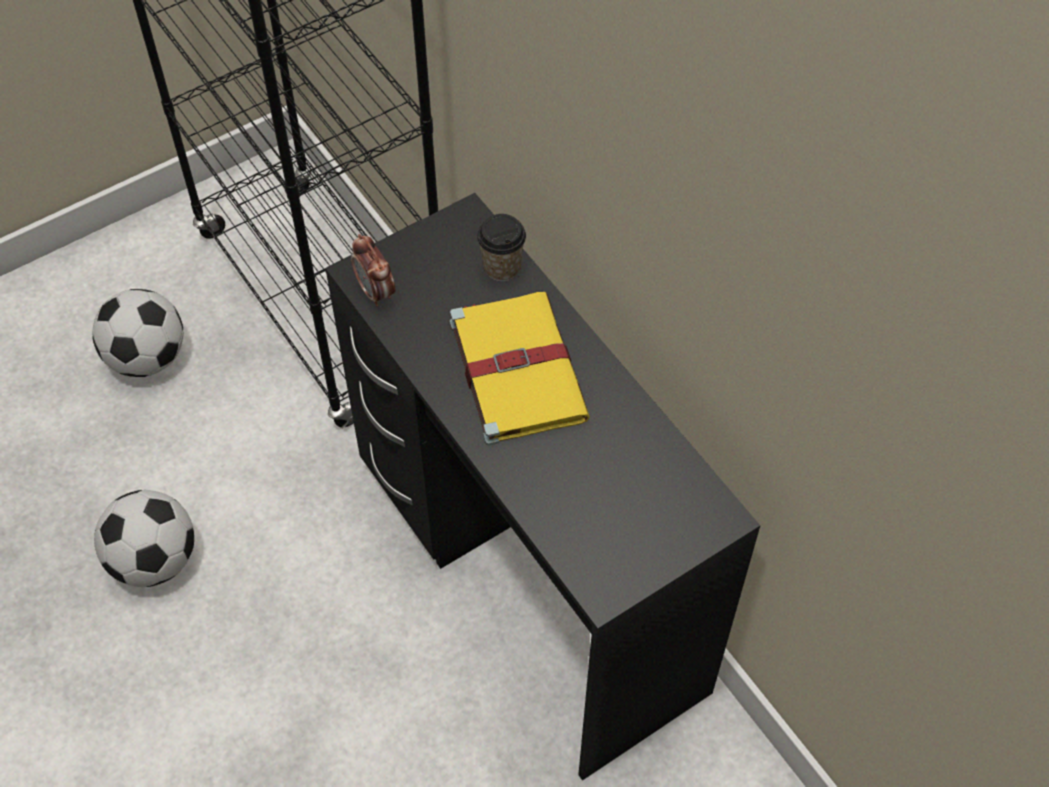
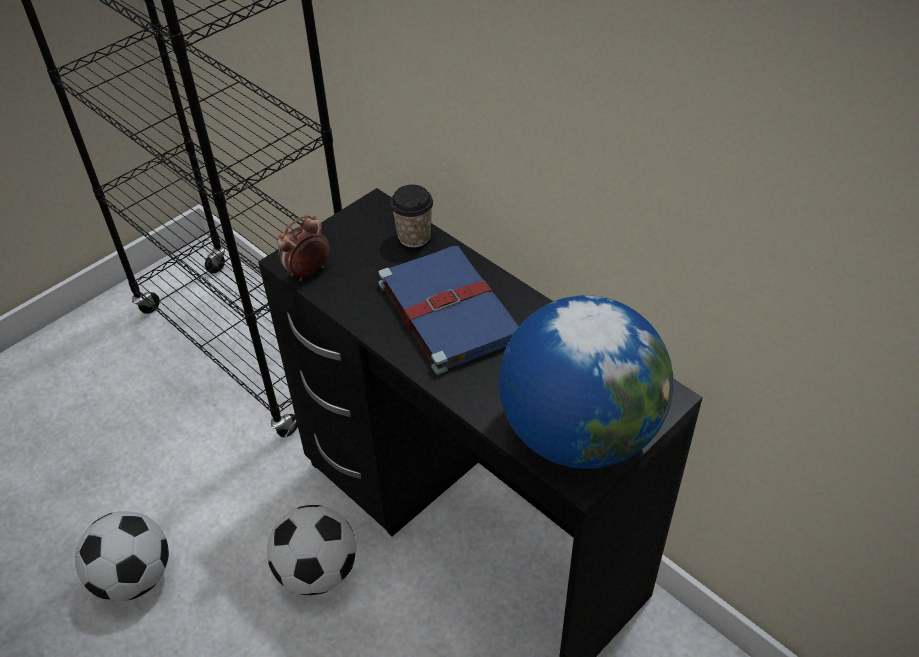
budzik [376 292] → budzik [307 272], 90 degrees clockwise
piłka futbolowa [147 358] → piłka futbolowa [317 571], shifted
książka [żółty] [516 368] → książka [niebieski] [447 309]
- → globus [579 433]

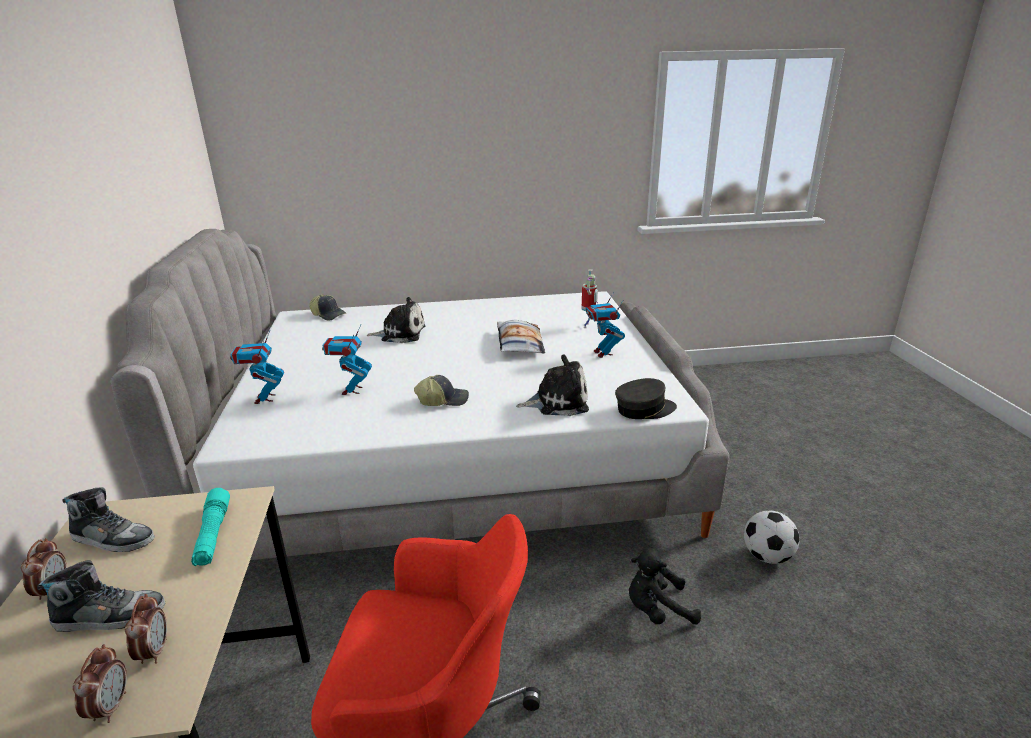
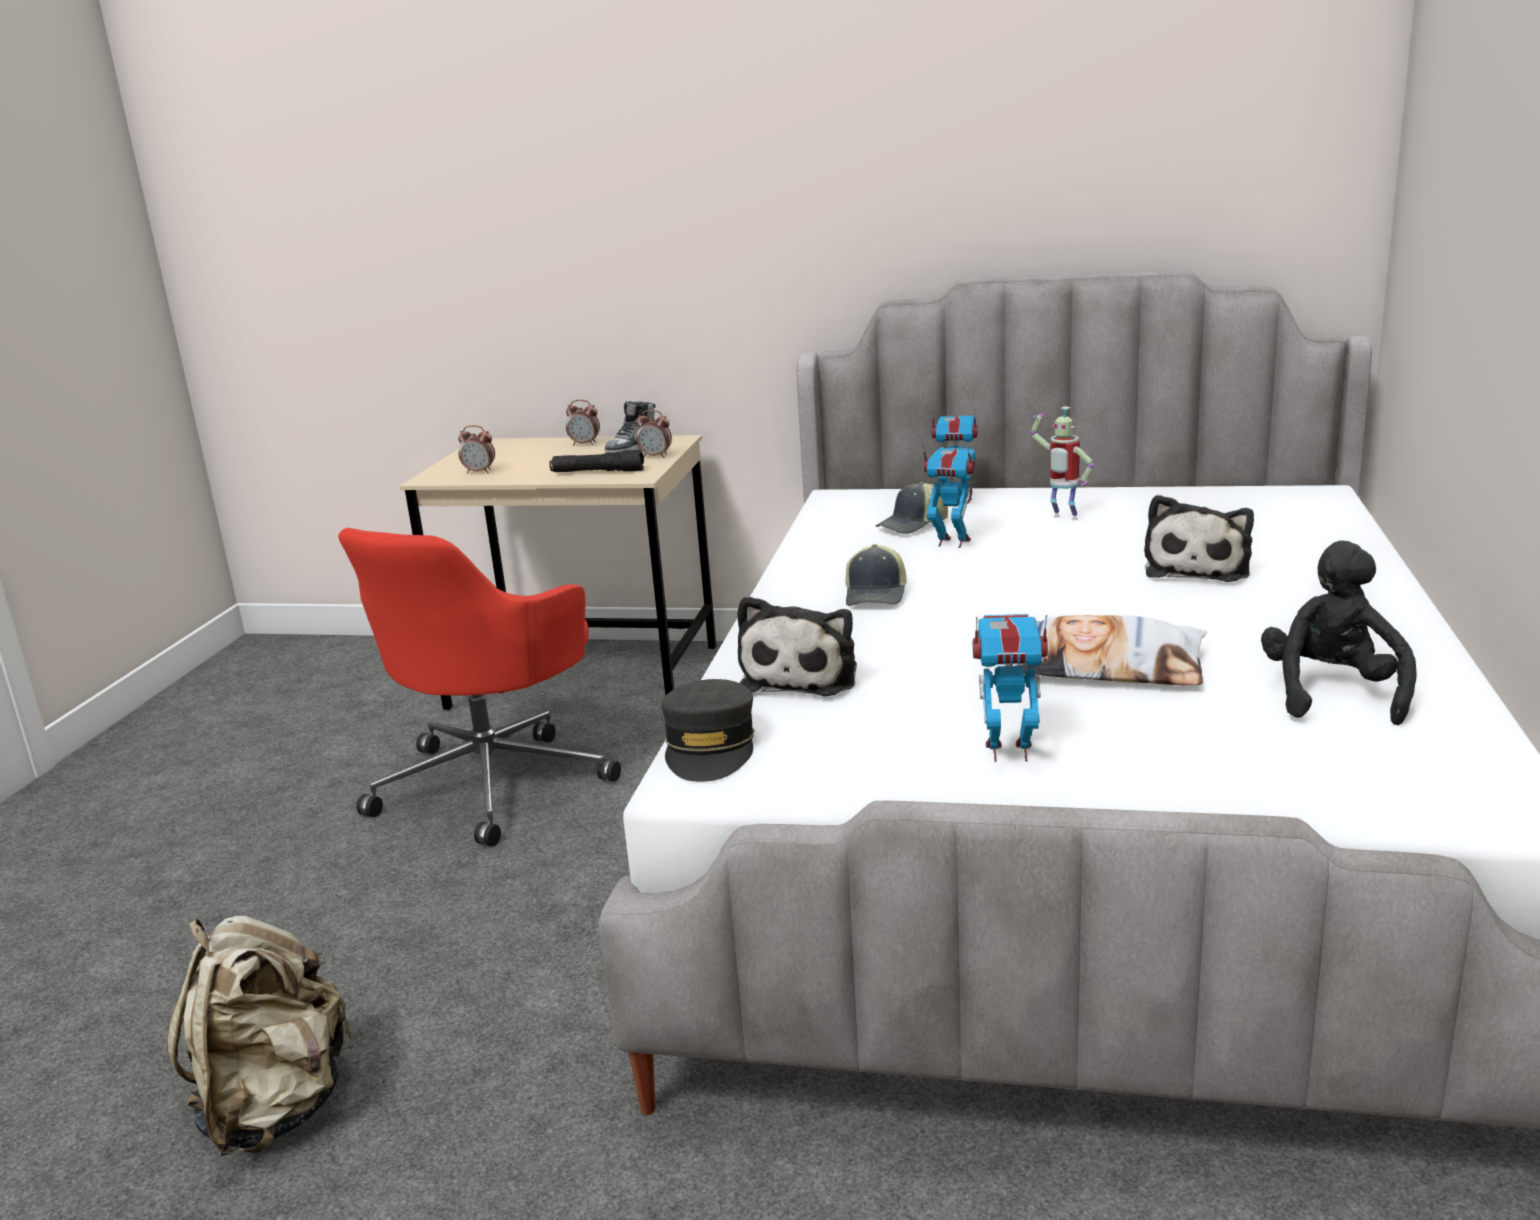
robot zabawkowy [588 326] → robot zabawkowy [1063 518], shifted
czapka z daszkiem [328 315] → czapka z daszkiem [914 526], shifted
latarka [turkusowy] [213 535] → latarka [czarny] [597 472]
piłka futbolowa [767 556] → -
pluszak [czarny] [657 610] → pluszak [czarny] [1332 694], shifted
but [110 616] → -
budzik [110 707] → budzik [656 456], shifted
- → plecak [beżowy] [276 1106]

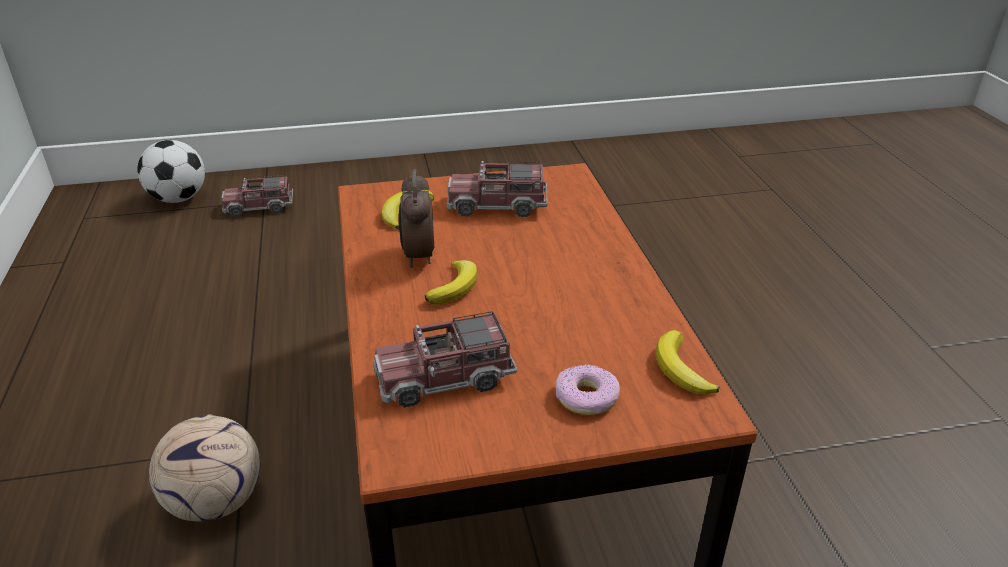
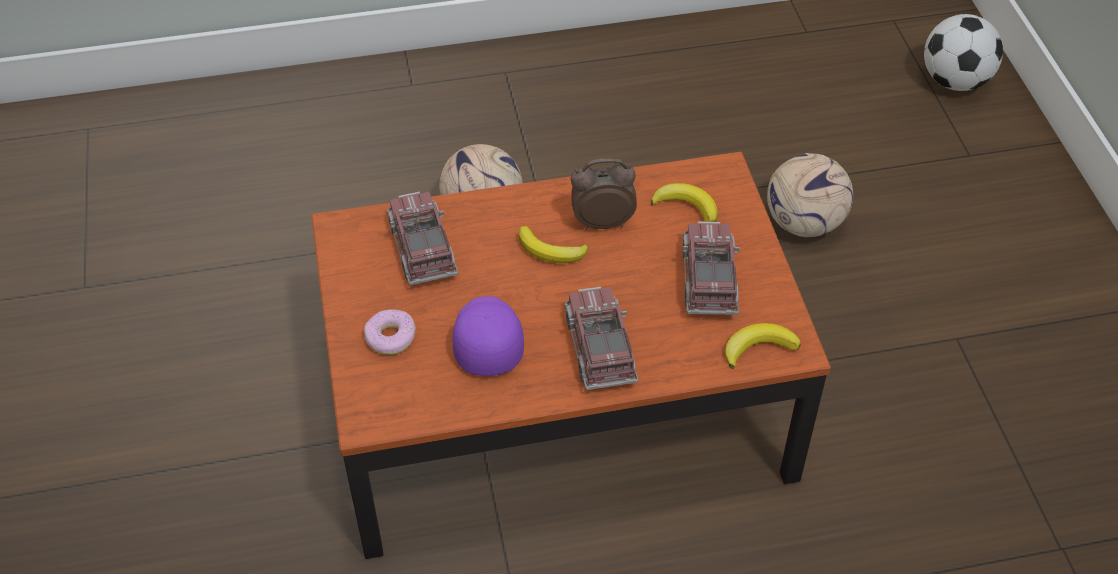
ciężarówka zabawkowa [259 207] → ciężarówka zabawkowa [600 349], shifted
banan [681 369] → banan [758 347], shifted
- → piłka futbolowa [802 223]
- → czapka z daszkiem [fioletowy] [486 340]

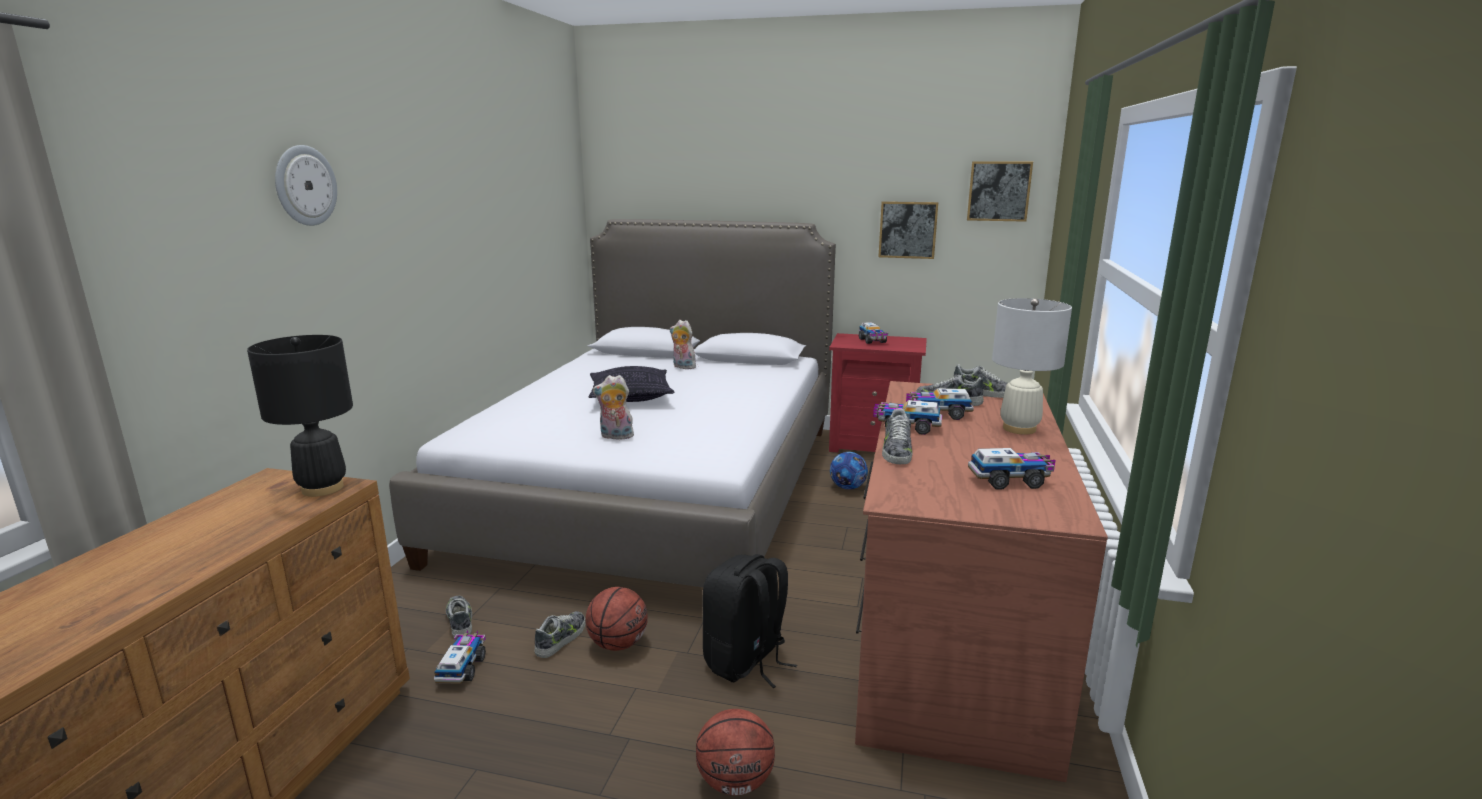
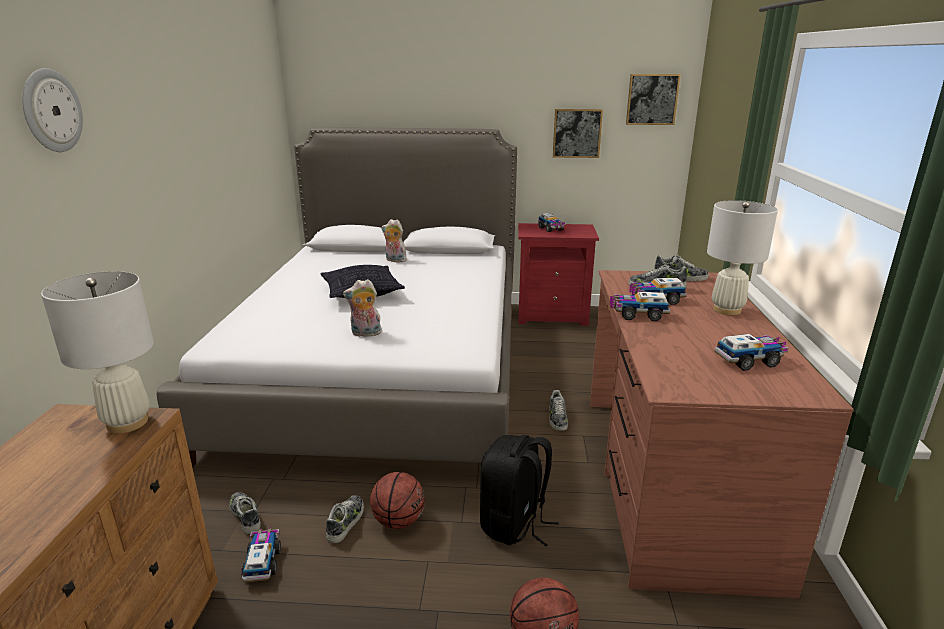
lampa stołowa [czarny] [322 488] → lampa stołowa [biały] [127 423]
but [896 450] → but [557 418], shifted
piłka futbolowa [847 487] → -

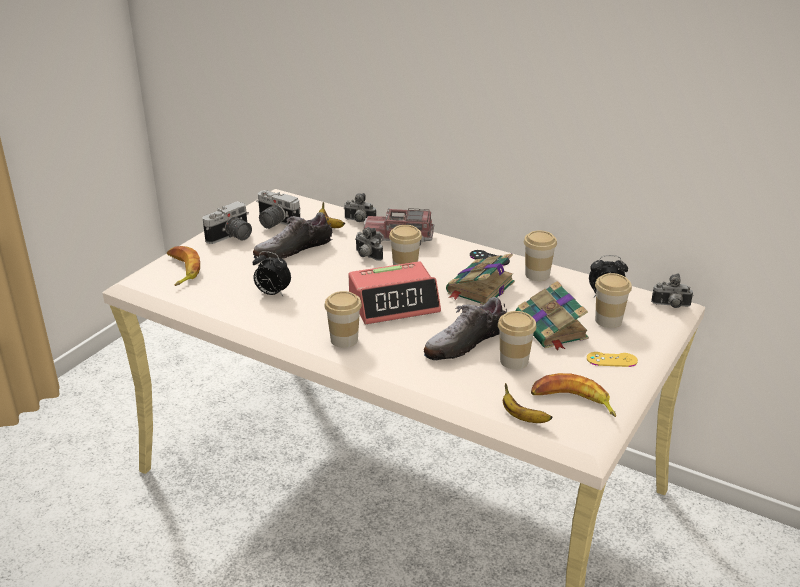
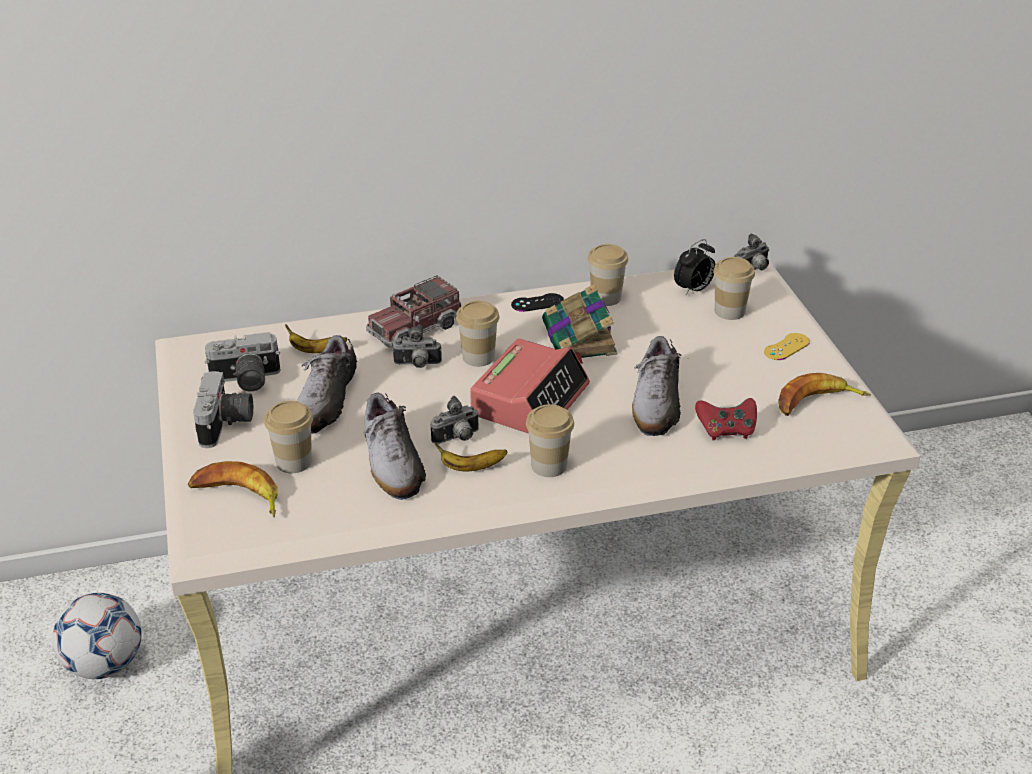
aparat fotograficzny [359 221] → aparat fotograficzny [457 438], shifted
budzik [272 293] → but [392 462]
książka [551 329] → -
filiżanka [514 361] → filiżanka [294 462], shifted
banan [522 417] → banan [471 467], shifted
- → pad do gier [czerwony] [726 430]
- → piłka futbolowa [105 664]

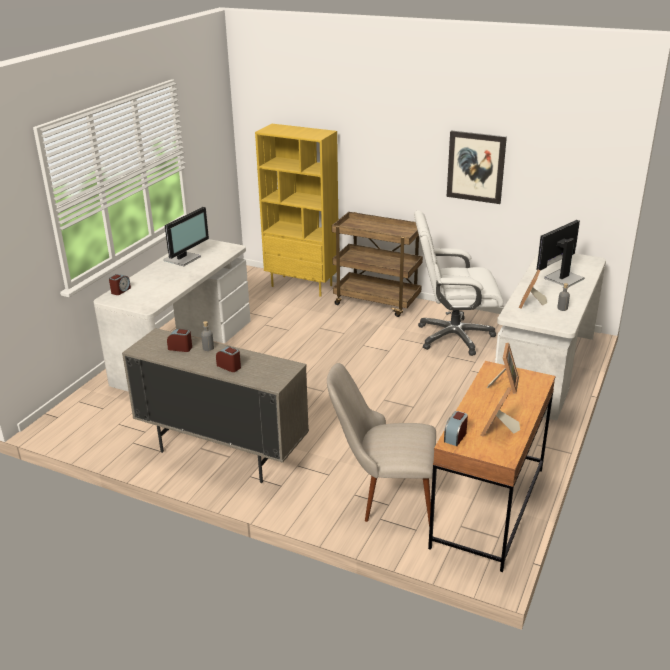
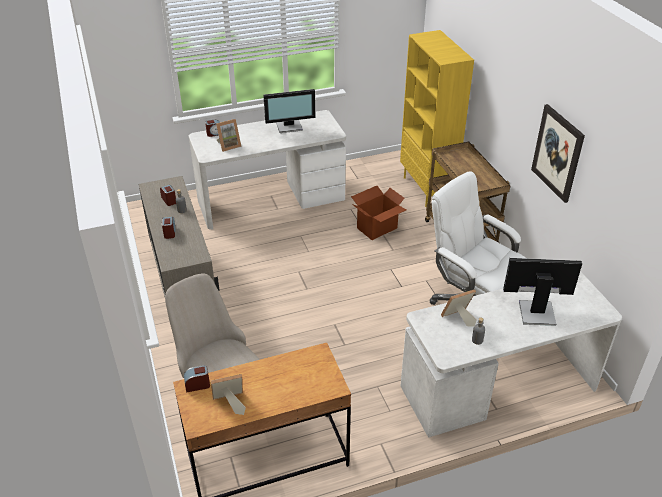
ramka na zdjęcie [504 384] → ramka na zdjęcie [228 145], shifted
- → karton [377 228]

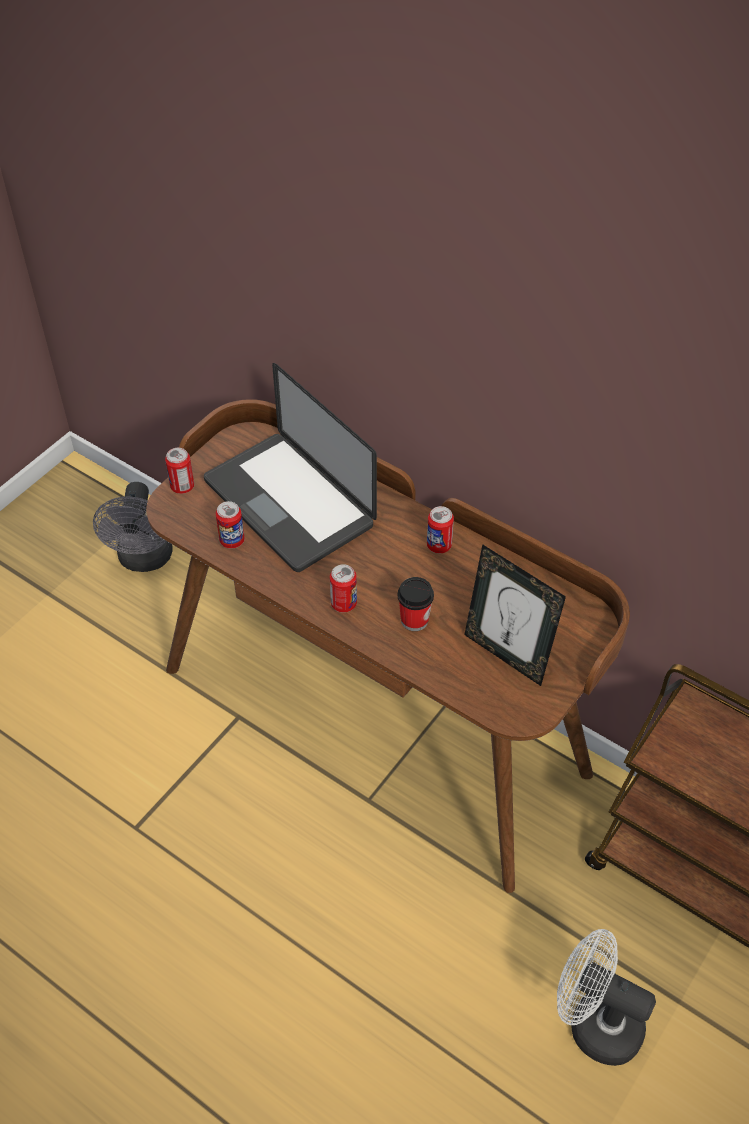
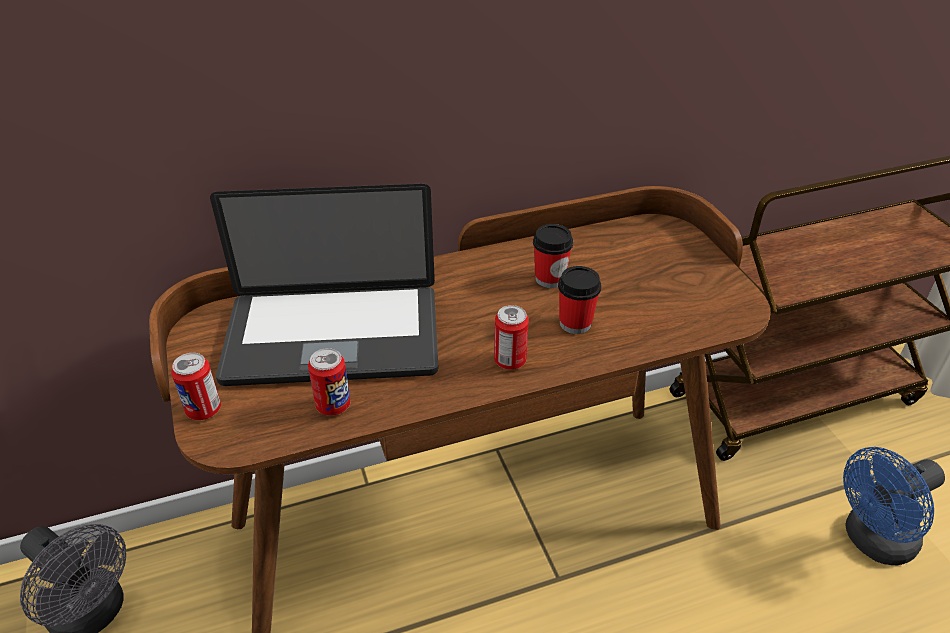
puszka [439 545] → -
ramka na zdjęcie [506 655] → -
wentylator [biały] [594 1022] → wentylator [niebieski] [872 541]
- → filiżanka [550 279]

